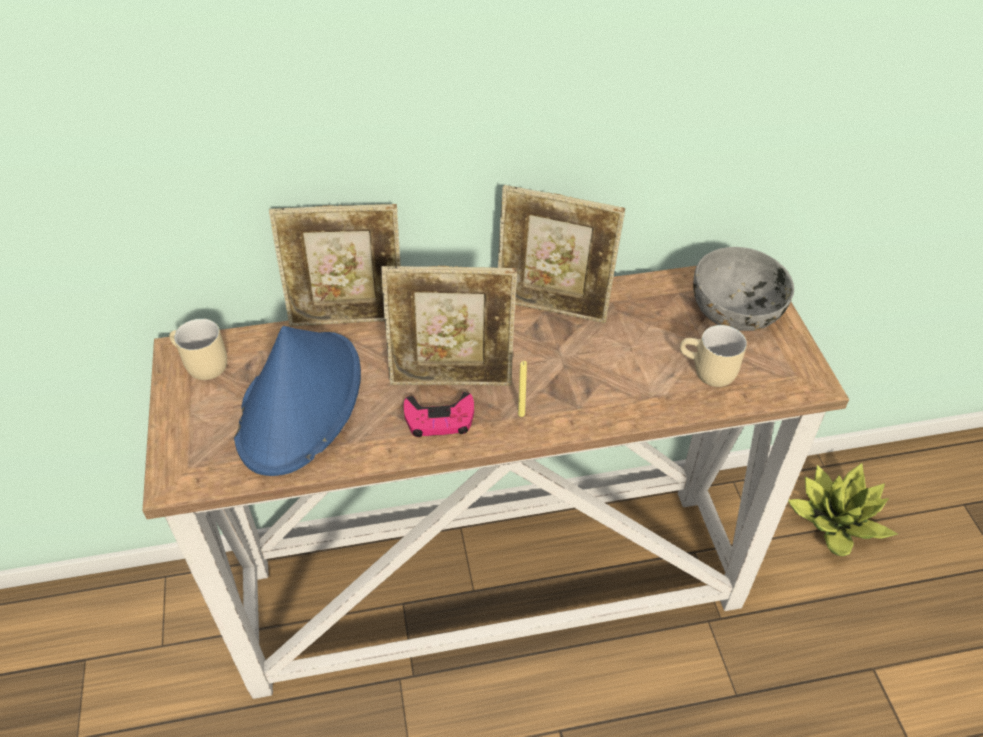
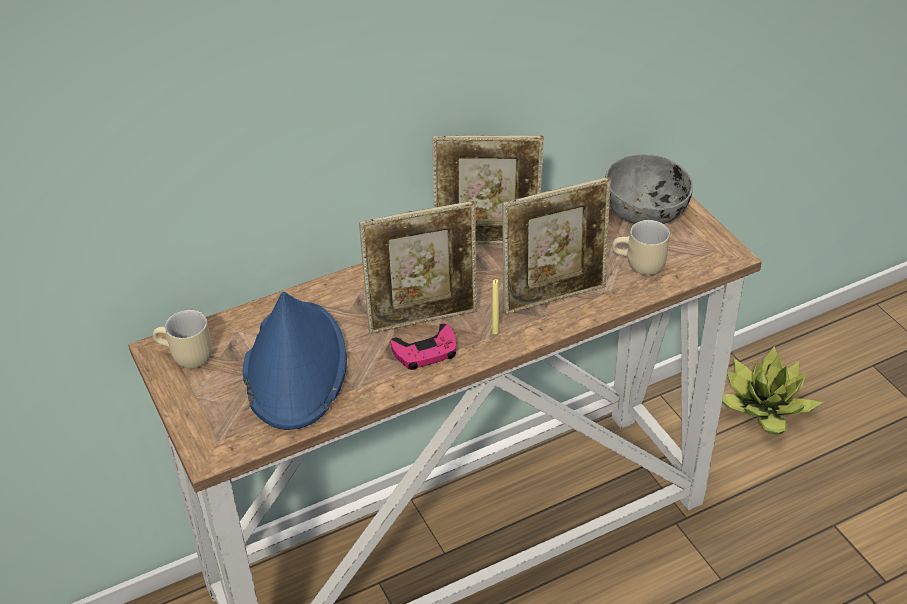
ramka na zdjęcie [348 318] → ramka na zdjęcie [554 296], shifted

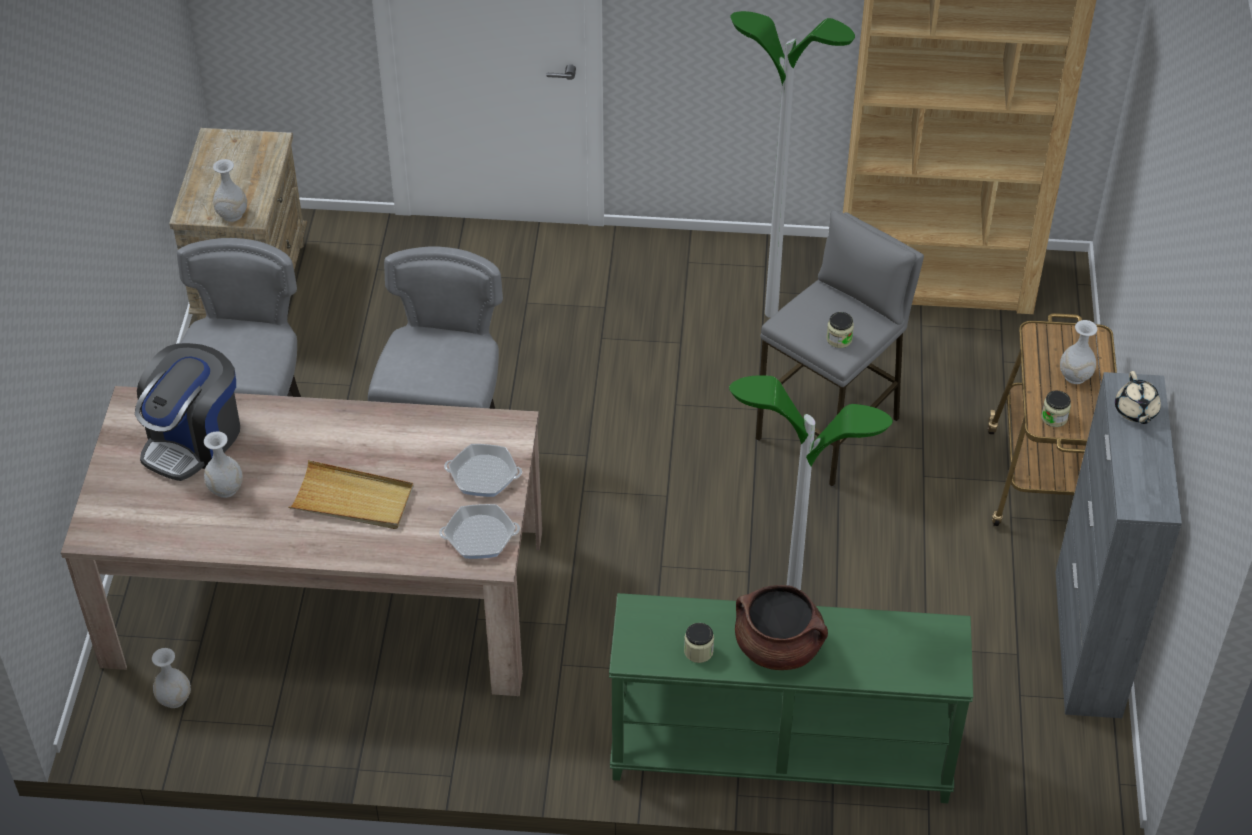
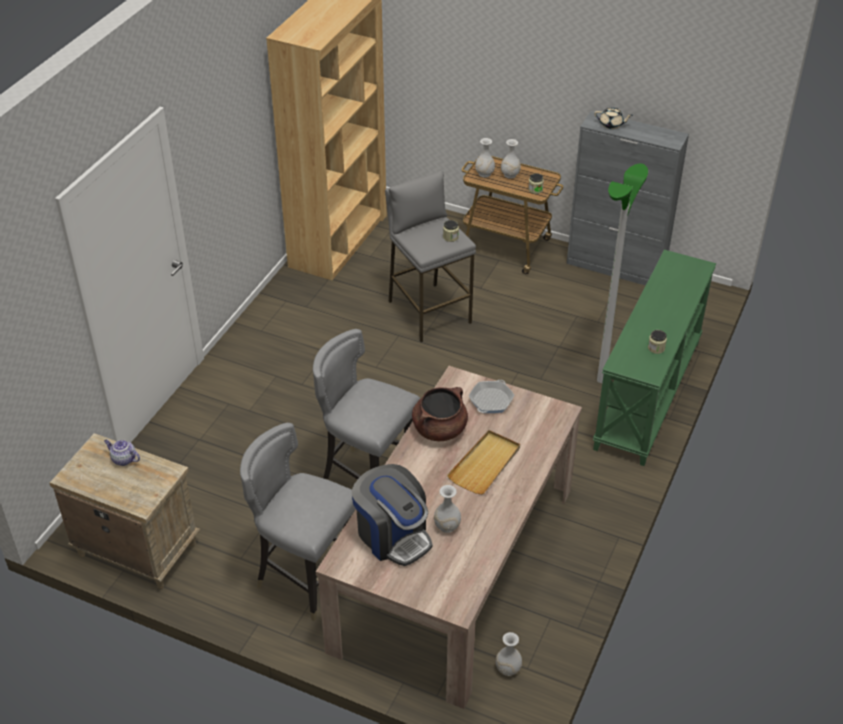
lampa stojąca [771 312] → -
wazon [biały] [232 215] → wazon [biały] [485 174], shifted
patelnia [480 536] → -
garnek [brązowy] [778 647] → garnek [brązowy] [439 429], shifted
- → imbryk [123 459]

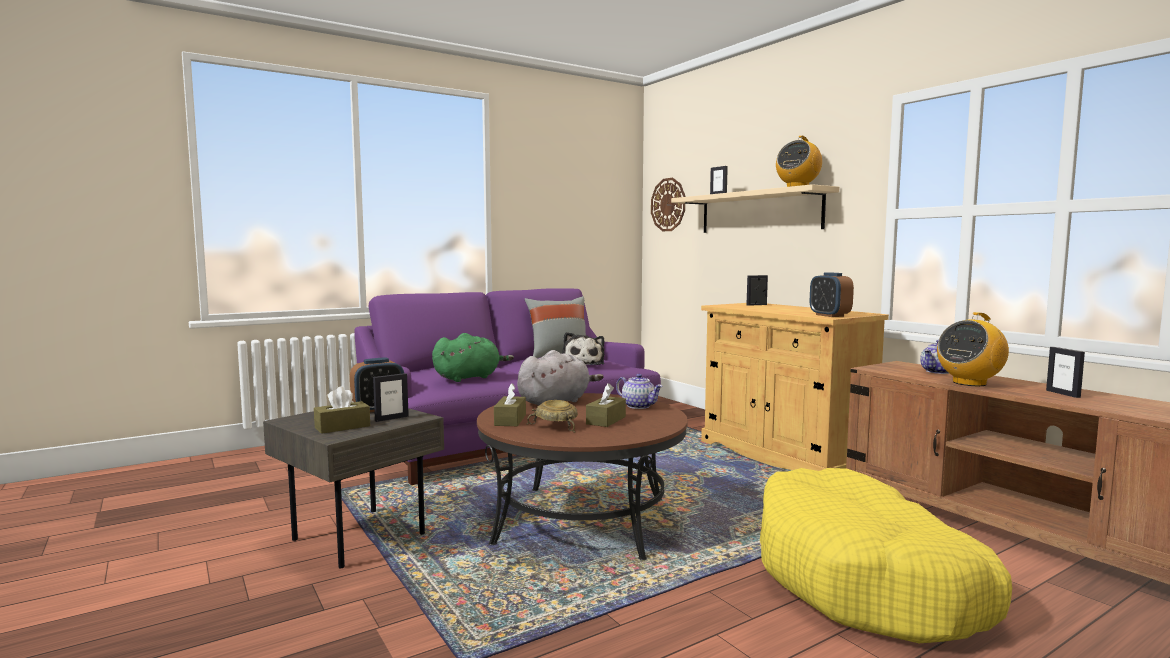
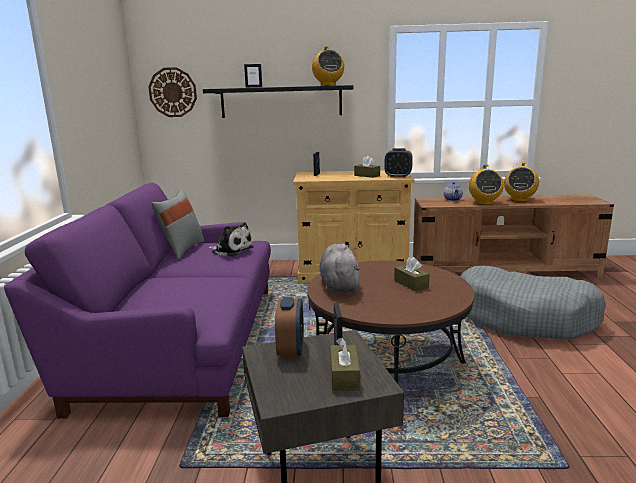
półka [beżowy] [759 212] → półka [czarny] [281 102]
pluszak [zielony] [469 378] → -
ramka na zdjęcie [1063 394] → radio [519 200]
imbryk [639 406] → -
pudełko chusteczek [brązowy] [510 420] → pudełko chusteczek [brązowy] [367 175], shifted
miska [beżowy] [555 426] → -
legowisko [żółty] [866 580] → legowisko [szary] [524 317]

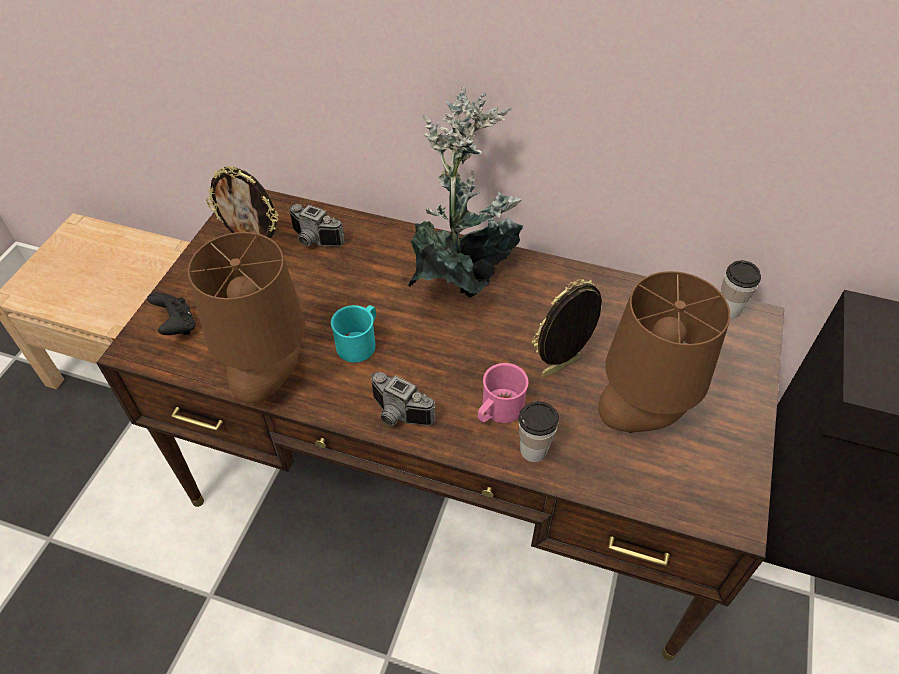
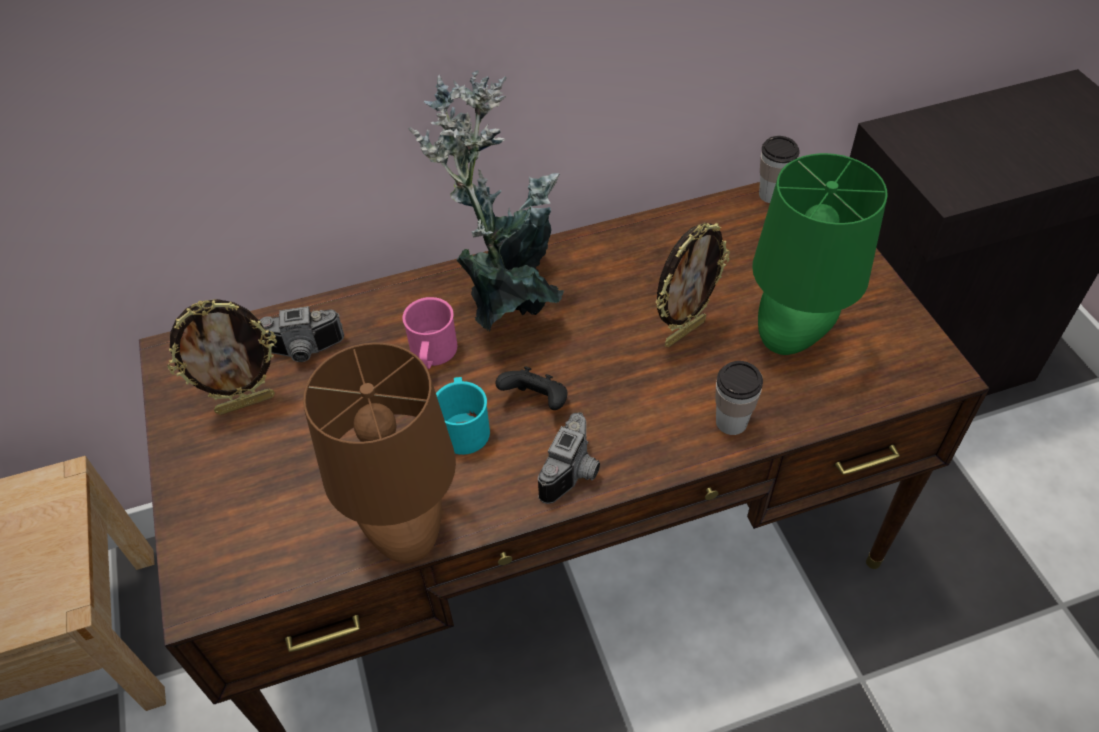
lampa stołowa [brązowy] [640 421] → lampa stołowa [zielony] [793 337]
ramka na zdjęcie [561 369] → ramka na zdjęcie [683 332], 150 degrees counterclockwise
pad do gier [czarny] [177 326] → pad do gier [czarny] [536 401], shifted
kubek [różowy] [498 411] → kubek [różowy] [432 355], shifted
aparat fotograficzny [397 415] → aparat fotograficzny [575 473], 60 degrees counterclockwise

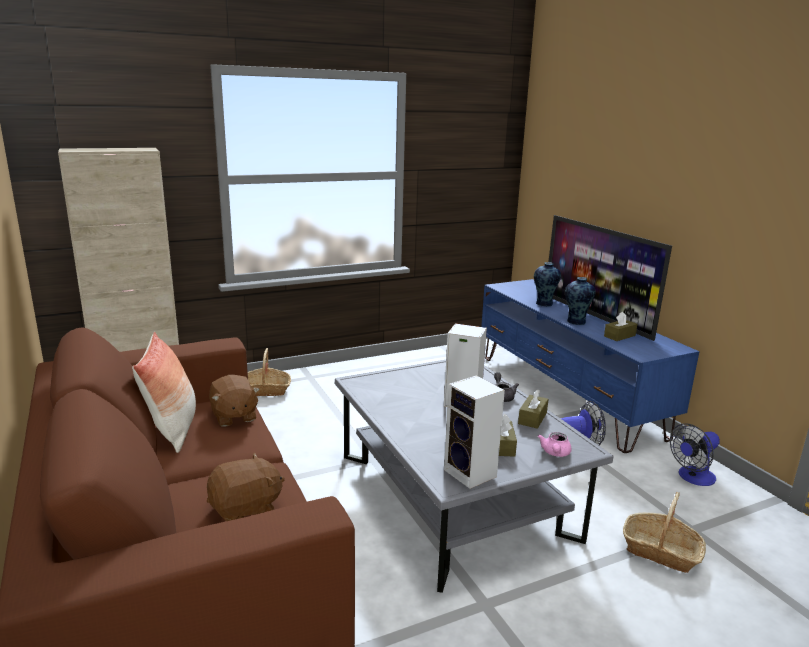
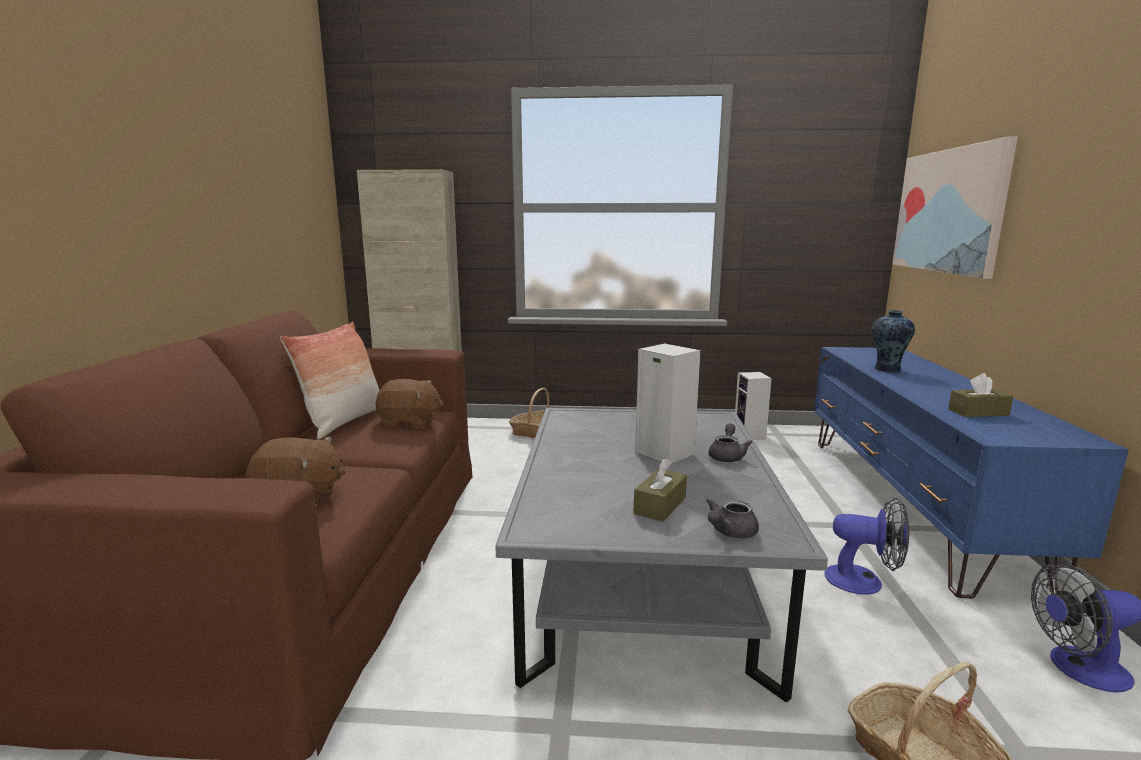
telewizor [596 316] → -
wazon [576 322] → -
pluszak [brązowy] [234 416] → pluszak [brązowy] [409 422], 90 degrees counterclockwise
głośnik [472 474] → głośnik [750 435], shifted
pudełko chusteczek [brązowy] [532 418] → -
imbryk [różowy] [555 453] → imbryk [szary] [729 532]
- → obraz [949 211]

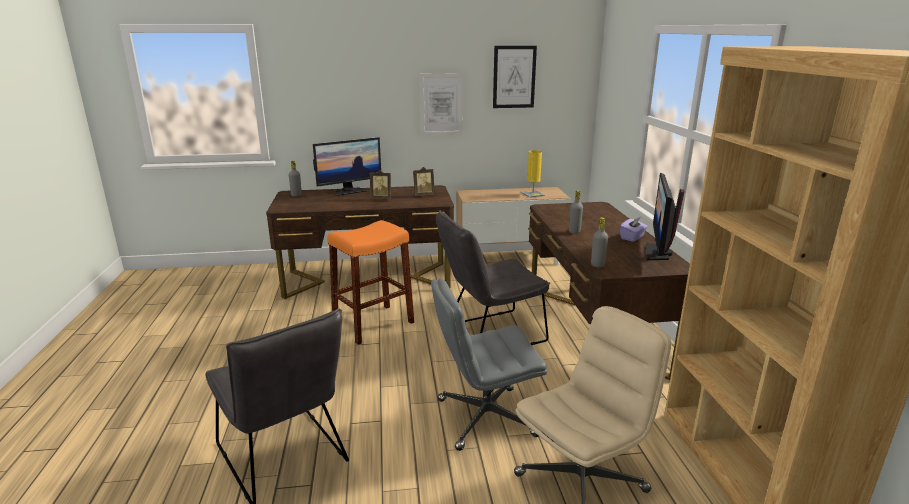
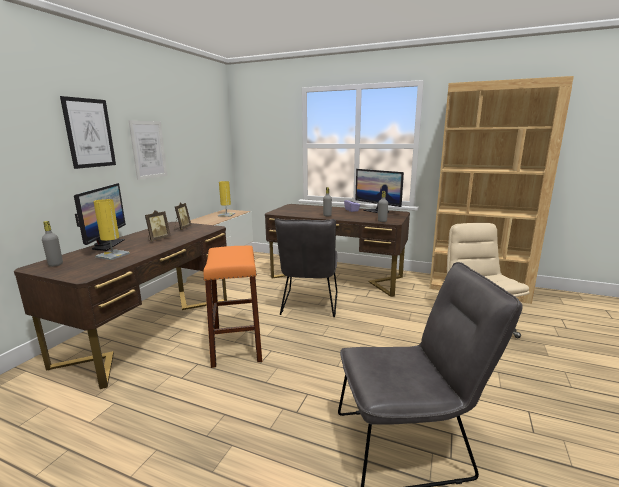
obraz [514 77] → obraz [89 133], shifted
krzesło biurowe [szary] [484 418] → -
- → lampa stołowa [żółty] [112 255]

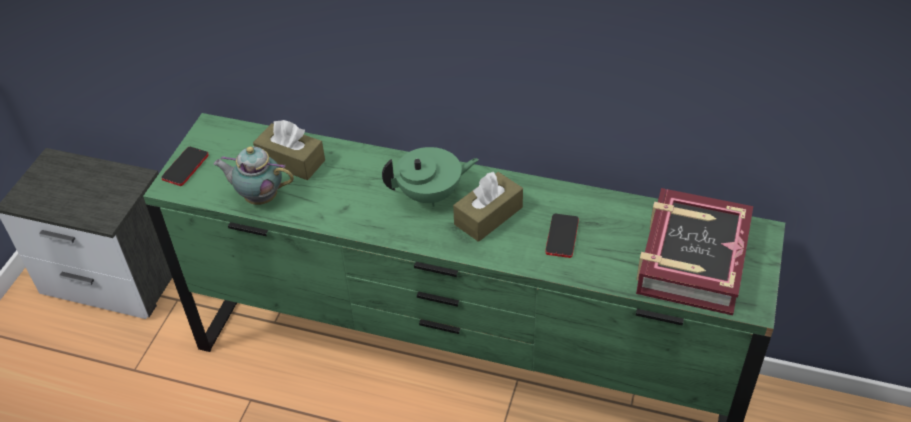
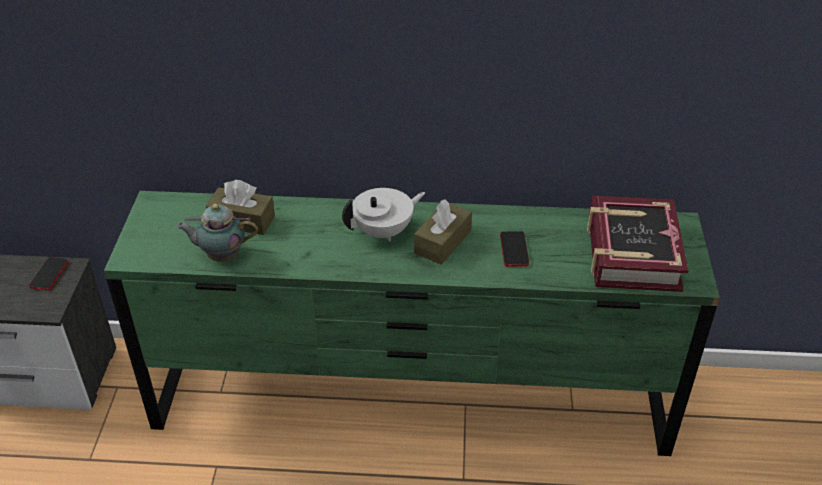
telefon [185 167] → telefon [49 274], shifted
imbryk [zielony] [431 194] → imbryk [biały] [384 231]

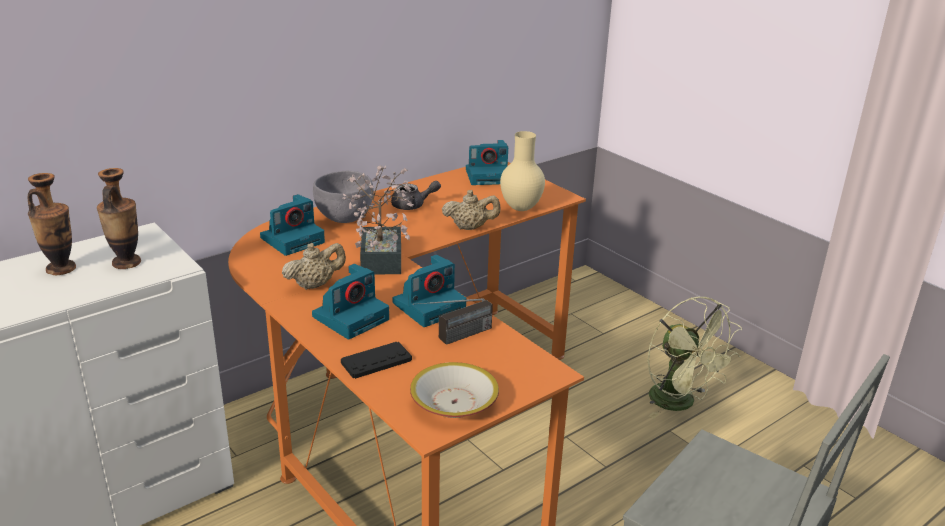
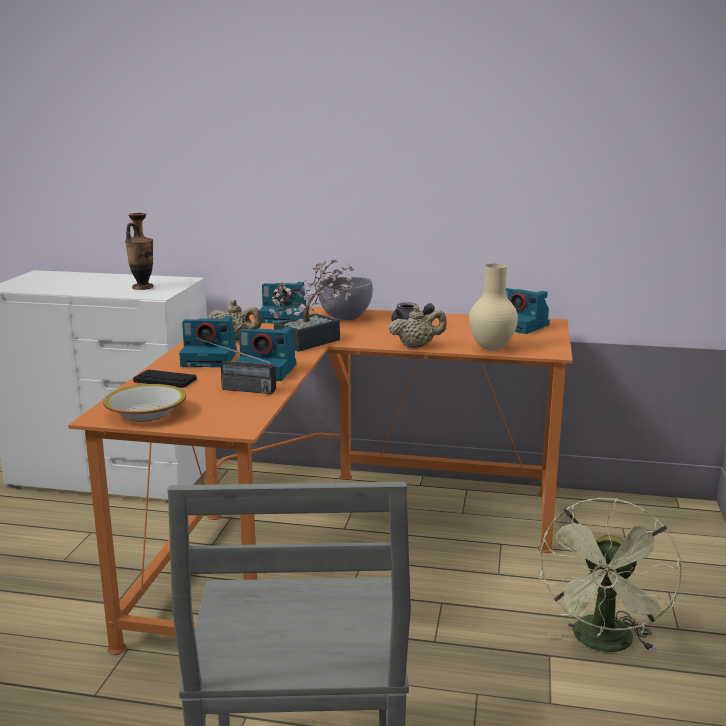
wazon [61 269] → -
imbryk [beżowy] [470 228] → imbryk [beżowy] [417 346], 60 degrees counterclockwise

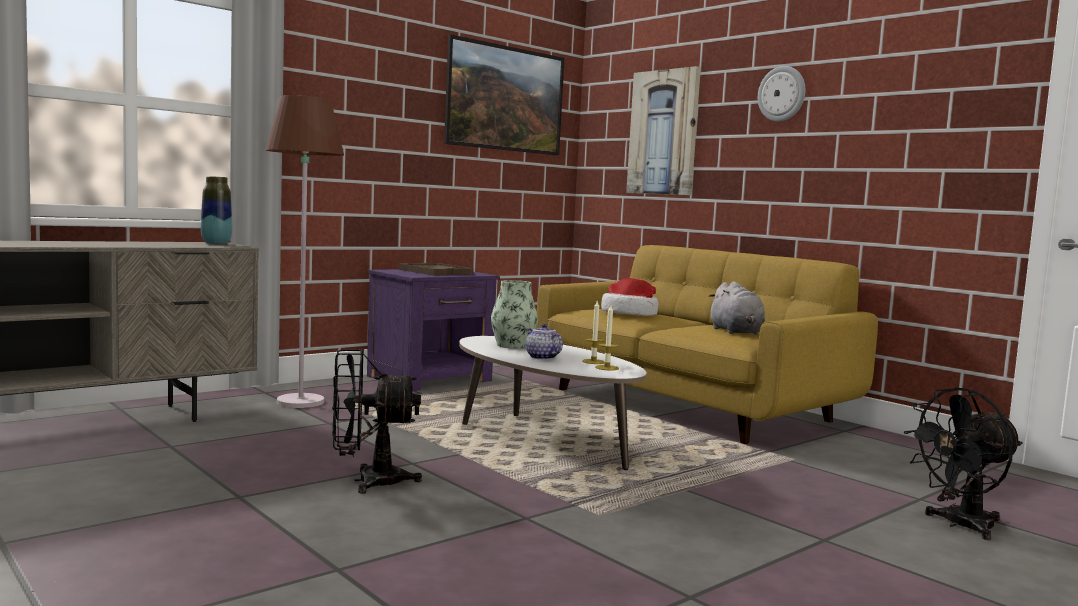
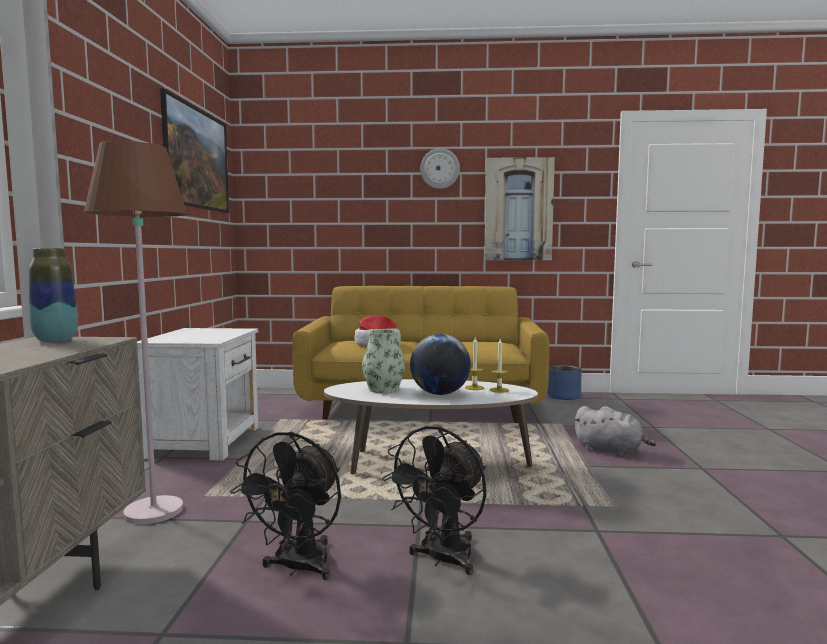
obraz [663 132] → obraz [518 209], shifted
taca [brązowy] [435 272] → -
szafka nocna [fioletowy] [431 378] → szafka nocna [biały] [205 441]
pluszak [szary] [736 332] → pluszak [szary] [611 450], shifted
imbryk [541 357] → globus [440 394]
wentylator [czarny] [960 525] → wentylator [czarny] [298 568], shifted
- → donica [niebieski] [564 396]

